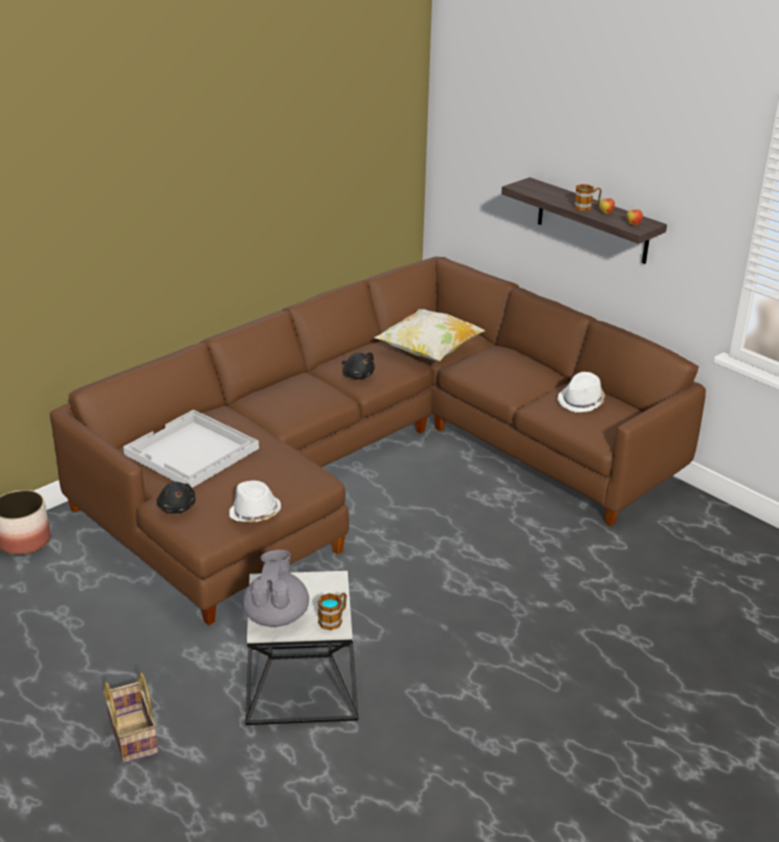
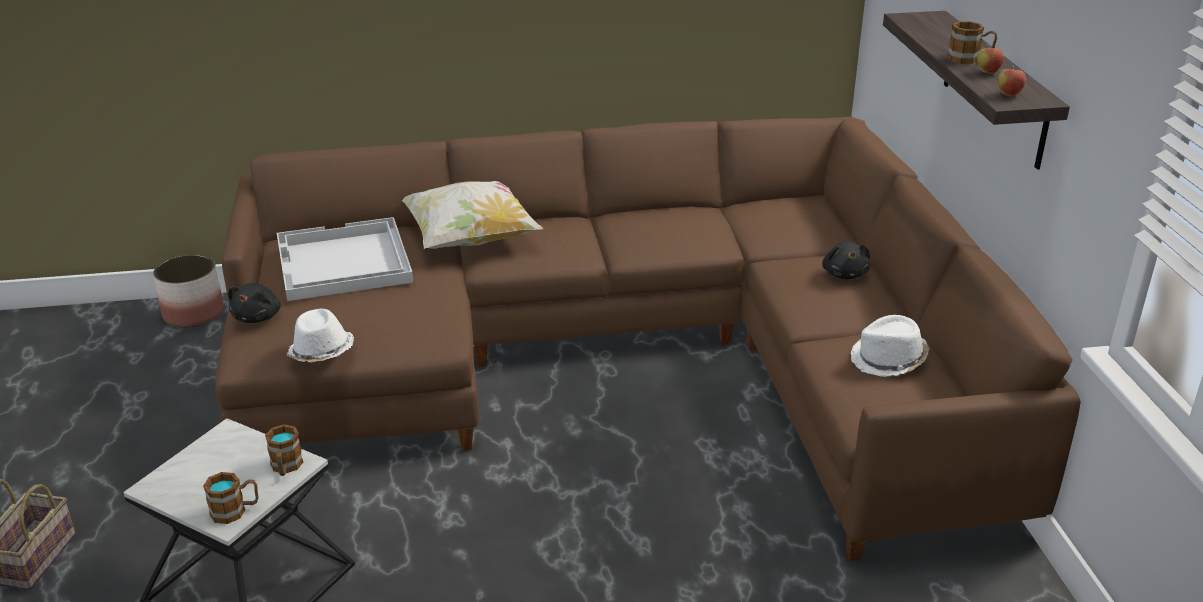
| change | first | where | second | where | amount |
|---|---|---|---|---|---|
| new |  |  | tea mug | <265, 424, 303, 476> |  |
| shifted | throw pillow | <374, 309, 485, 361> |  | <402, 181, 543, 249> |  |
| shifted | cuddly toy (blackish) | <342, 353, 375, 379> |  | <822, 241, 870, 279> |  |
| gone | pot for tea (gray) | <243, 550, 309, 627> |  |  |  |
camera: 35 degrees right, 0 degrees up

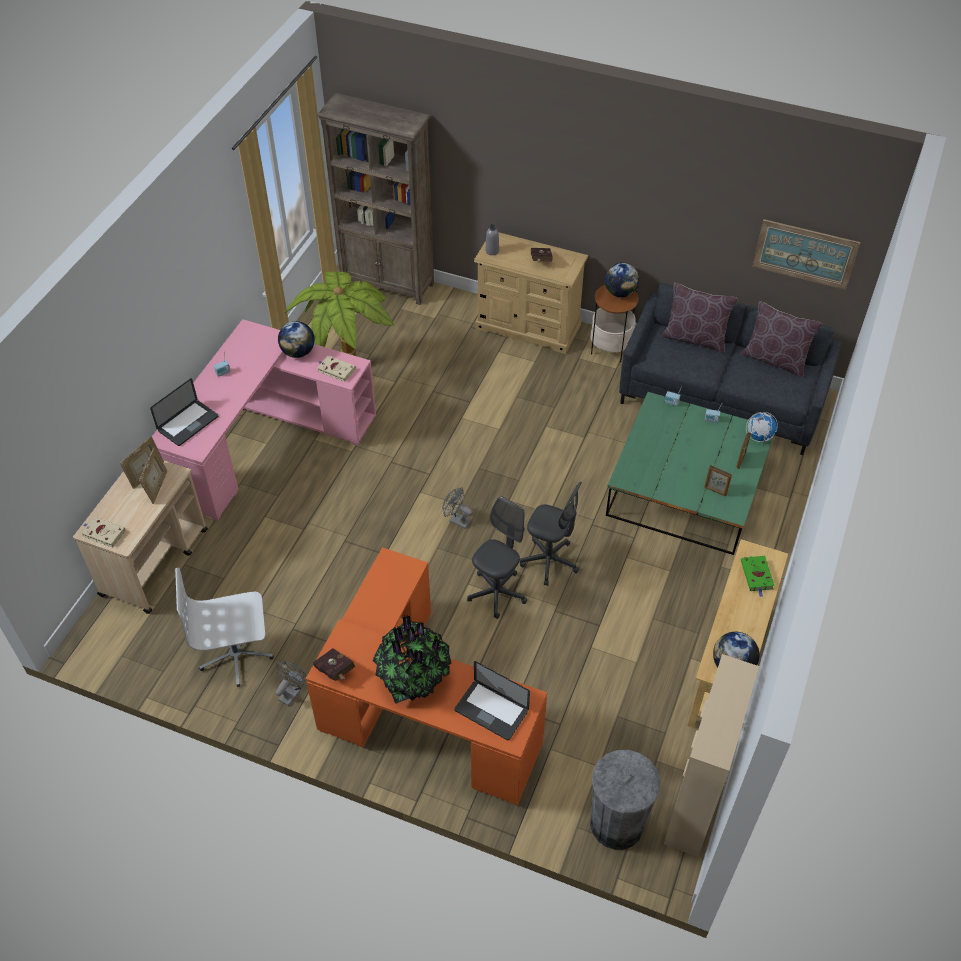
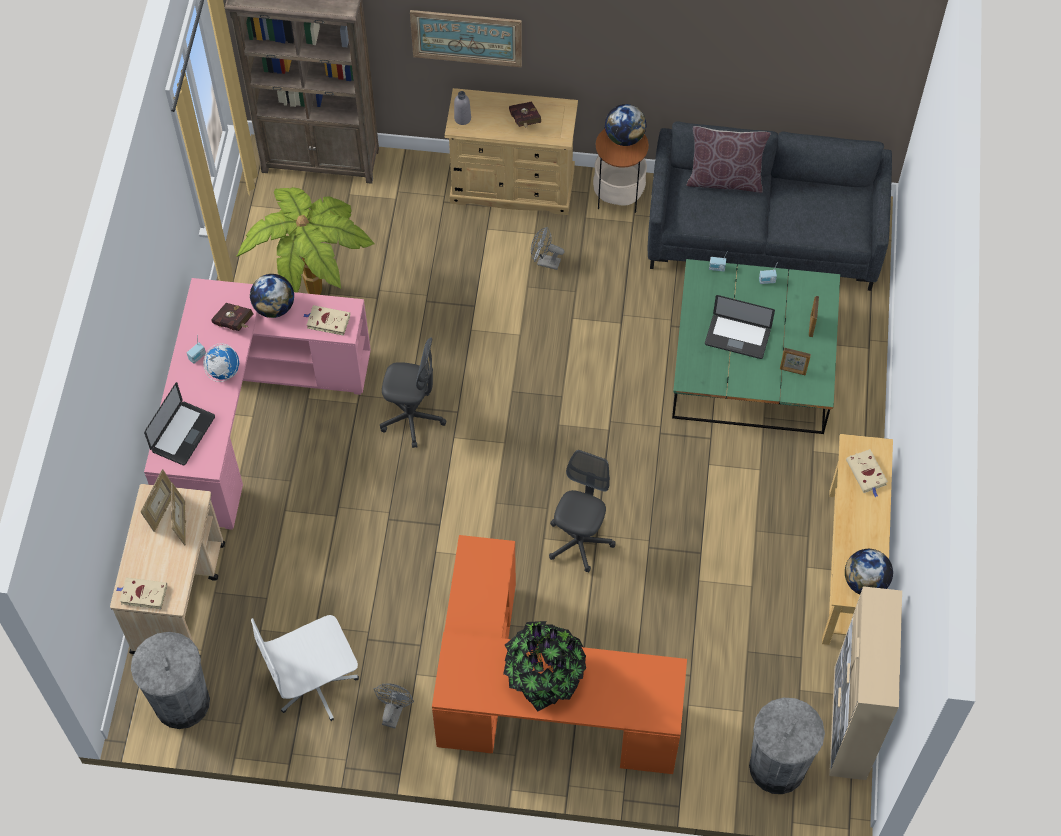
| change | first | where | second | where | amount |
|---|---|---|---|---|---|
| new |  |  | trash can (gray) | <131, 632, 210, 729> |  |
| shifted | world globe | <746, 412, 778, 442> |  | <203, 343, 239, 382> |  |
| shifted | book (red-coloured) | <313, 648, 355, 681> |  | <211, 303, 253, 331> |  |
| shifted | computer chair (gray) | <520, 482, 582, 586> |  | <380, 337, 446, 448> |  |
| shifted | wall picture | <752, 219, 861, 290> |  | <410, 10, 522, 67> |  |
| shifted | cooling fan (gray) | <442, 488, 473, 529> |  | <531, 227, 565, 270> |  |
| shifted | laptop | <455, 661, 530, 740> |  | <705, 295, 775, 359> |  |
| repainted | book (greenish) | <741, 556, 775, 597> | book (beige-coloured) | <846, 449, 888, 497> |  |
| gone | throw pillow (brownish) | <742, 301, 822, 378> |  |  |  |
camera: 15 degrees left, 10 degrees up

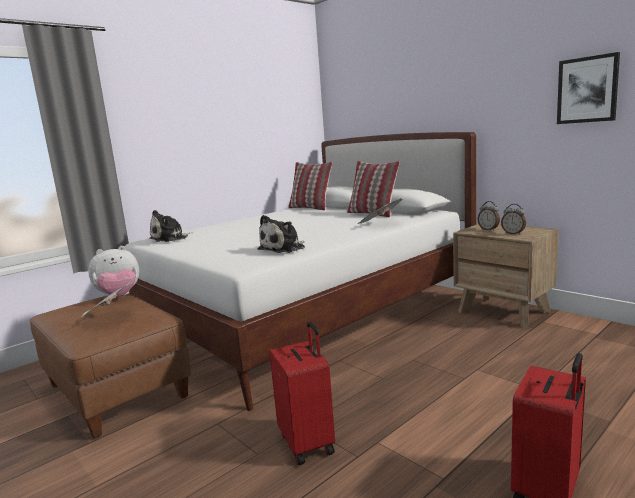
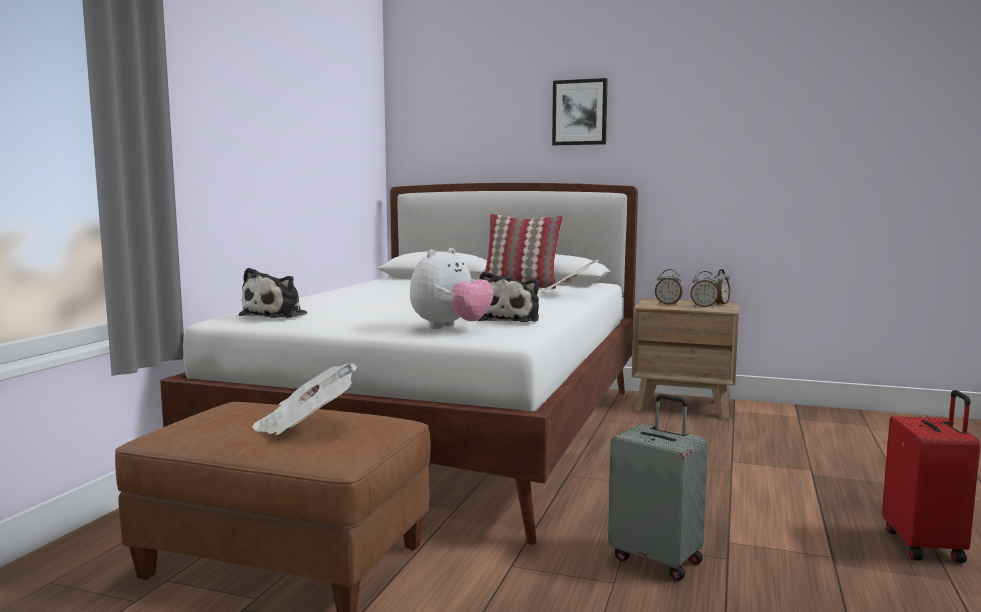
| change | first | where | second | where | amount |
|---|---|---|---|---|---|
| shifted | cuddly toy | <88, 246, 139, 297> |  | <410, 248, 494, 329> |  |
| shifted | wall picture | <557, 52, 620, 124> |  | <552, 78, 608, 145> |  |
| repainted | suitcase (red-coloured) | <269, 321, 335, 465> | suitcase (gray) | <608, 394, 708, 581> |  |
| new |  |  | table clock | <715, 269, 730, 305> |  |
| gone | throw pillow | <288, 162, 332, 210> |  |  |  |
camera: 30 degrees left, 5 degrees down

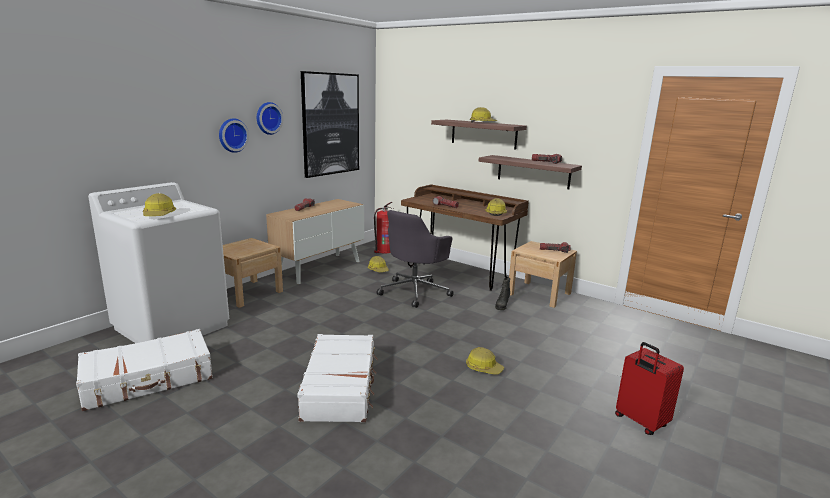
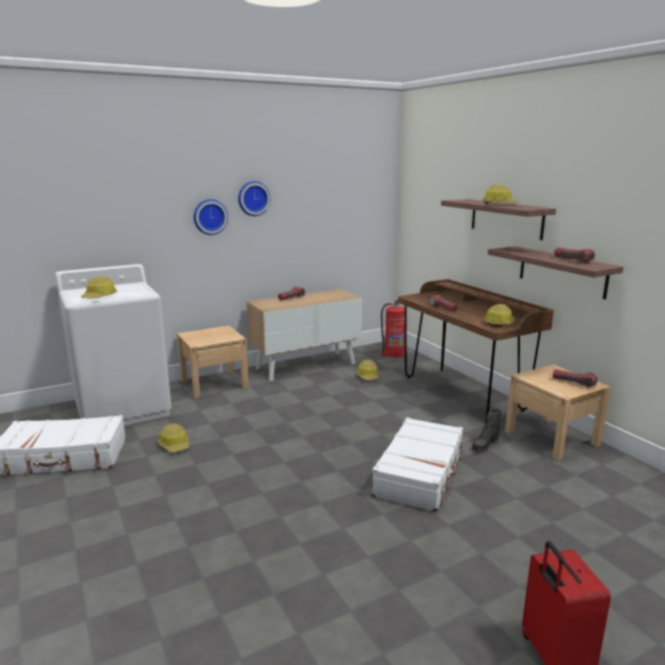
| change | first | where | second | where | amount |
|---|---|---|---|---|---|
| shifted | safety helmet | <466, 347, 504, 375> |  | <158, 423, 189, 452> |  |
| shifted | suitcase (white-coloured) | <297, 334, 377, 422> |  | <372, 417, 465, 512> |  |
| gone | wall picture | <301, 71, 359, 178> |  |  |  |
| gone | computer chair (gray) | <377, 210, 454, 308> |  |  |  |
camera: 25 degrees right, 0 degrees up

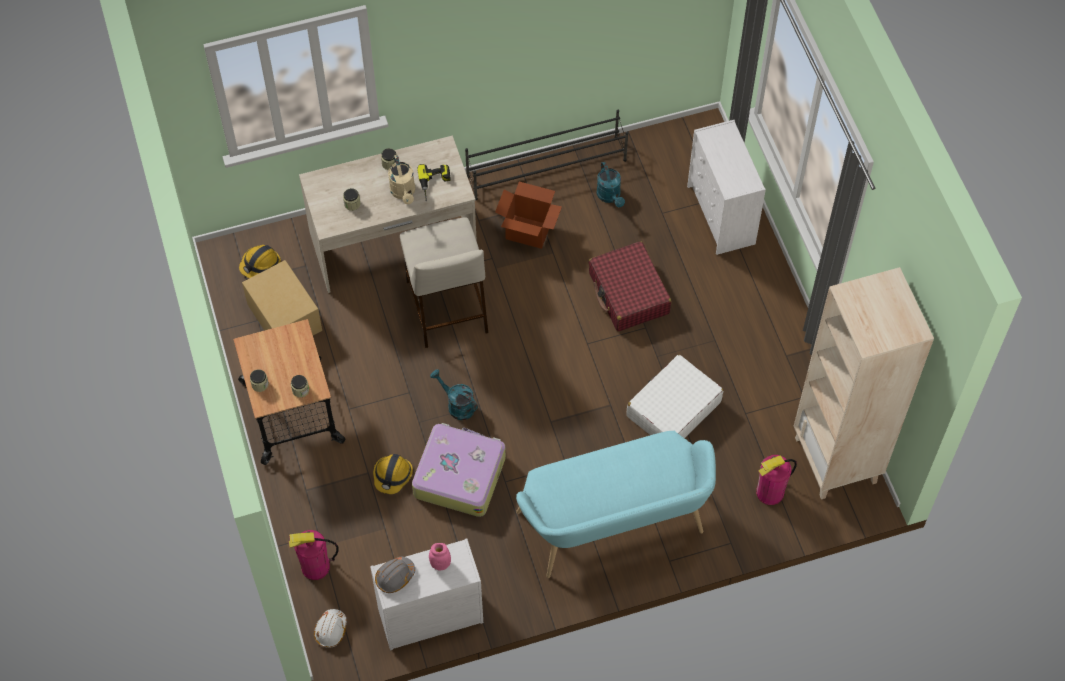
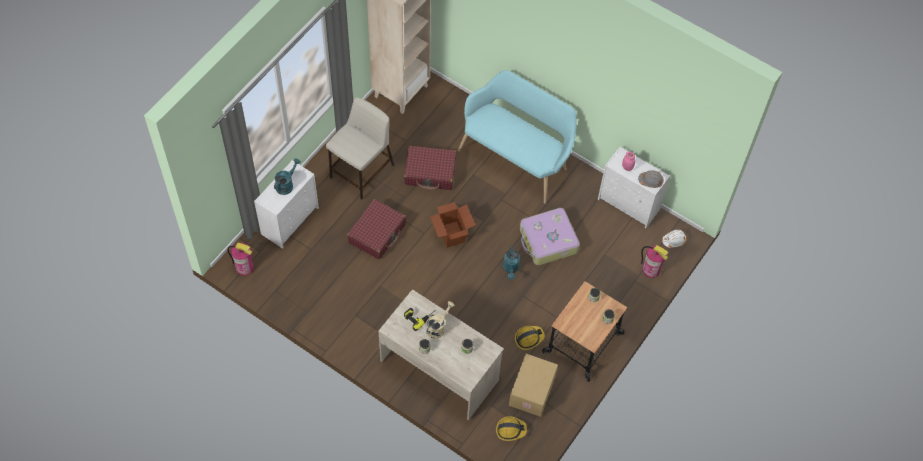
| change | first | where | second | where | amount |
|---|---|---|---|---|---|
| shifted | extinguisher | <756, 455, 797, 505> |  | <227, 243, 254, 276> |  |
| shifted | watering can (turquoise) | <596, 162, 625, 207> |  | <274, 158, 301, 195> |  |
| shifted | stool seat (beige-coloured) | <400, 217, 488, 348> |  | <326, 97, 394, 199> |  |
| repainted | suitcase (white-coloured) | <626, 355, 723, 438> | suitcase (red-coloured) | <404, 146, 456, 190> |  |
| shifted | packing box | <495, 182, 562, 249> |  | <430, 202, 475, 248> |  |
| shifted | safety helmet | <373, 454, 413, 494> |  | <515, 326, 545, 350> |  |
| gone | shoe shelf (blackish) | <465, 110, 628, 200> |  |  |  |
camera: 130 degrees left, 0 degrees up

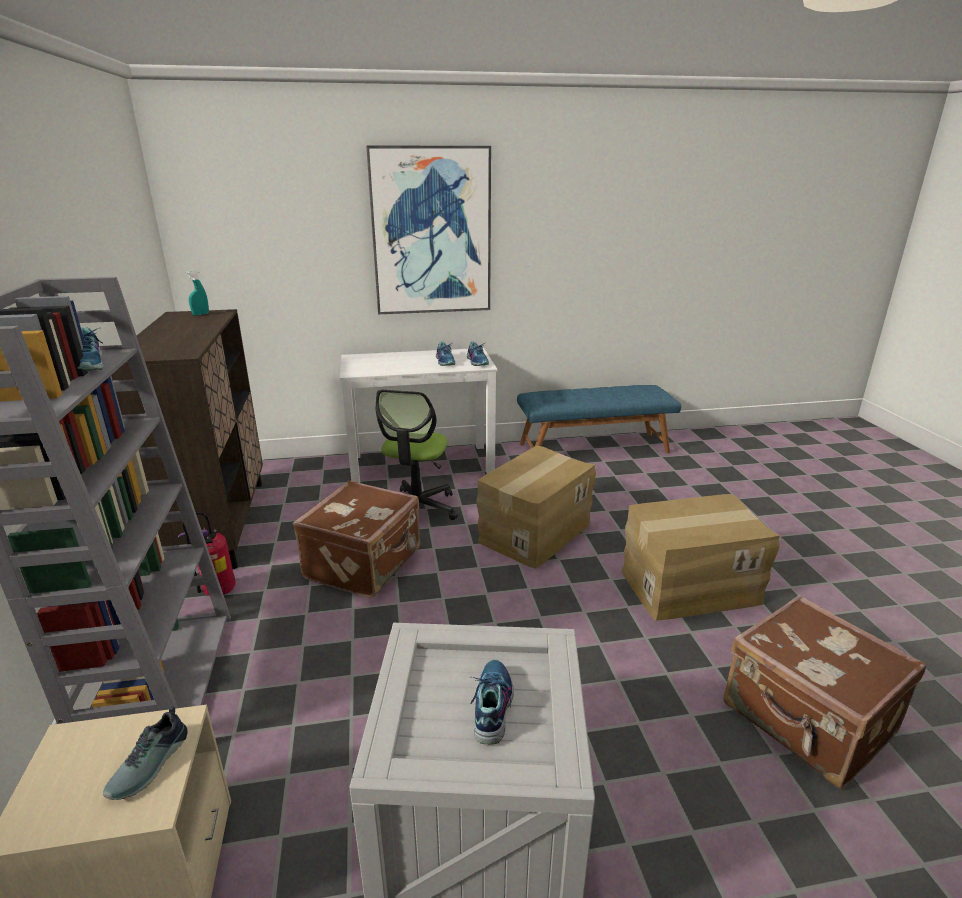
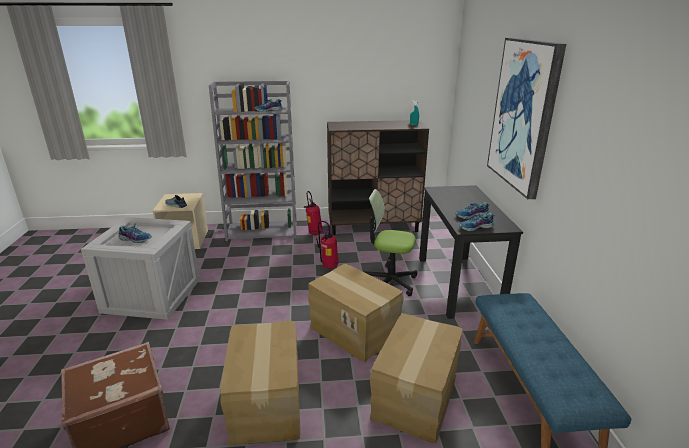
| change | first | where | second | where | amount |
|---|---|---|---|---|---|
| swapped | suitcase (brownish) | <293, 480, 420, 598> | extinguisher | <316, 221, 339, 269> |  |
| new |  |  | packing box | <370, 313, 462, 444> |  |
| repainted | desk unit (white-coloured) | <340, 348, 498, 483> | desk unit (blackish) | <419, 185, 523, 319> |  |
camera: 95 degrees right, 0 degrees up

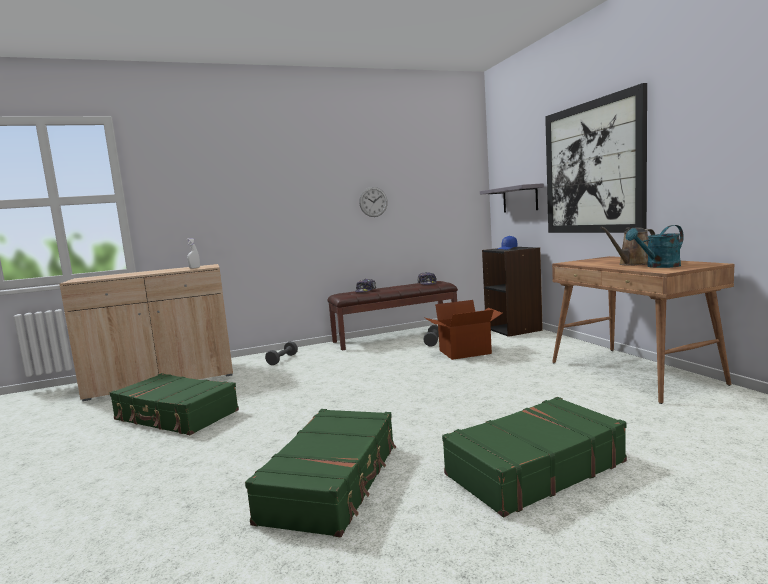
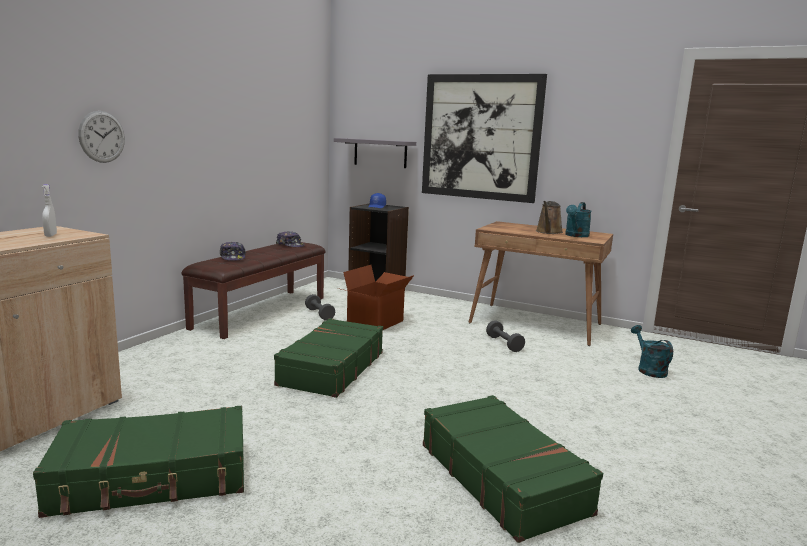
| change | first | where | second | where | amount |
|---|---|---|---|---|---|
| shifted | hanging clock | <359, 187, 388, 217> |  | <78, 111, 125, 163> |  |
| shifted | suitcase (greenish) | <442, 397, 627, 517> |  | <274, 318, 383, 398> |  |
| shifted | dumbbell (gray) | <265, 341, 298, 365> |  | <486, 320, 525, 352> |  |
| new |  |  | watering can (turquoise) | <631, 325, 673, 378> |  |
camera: 45 degrees left, 5 degrees up

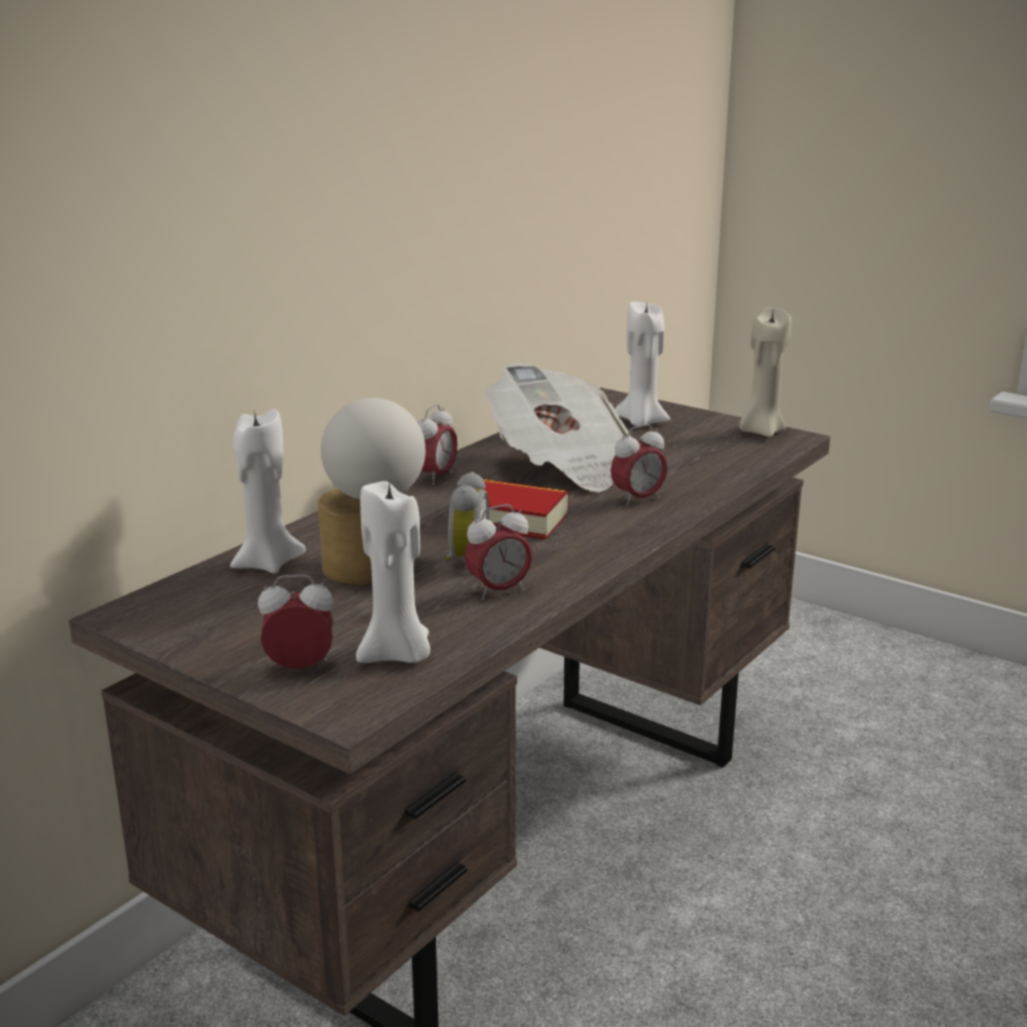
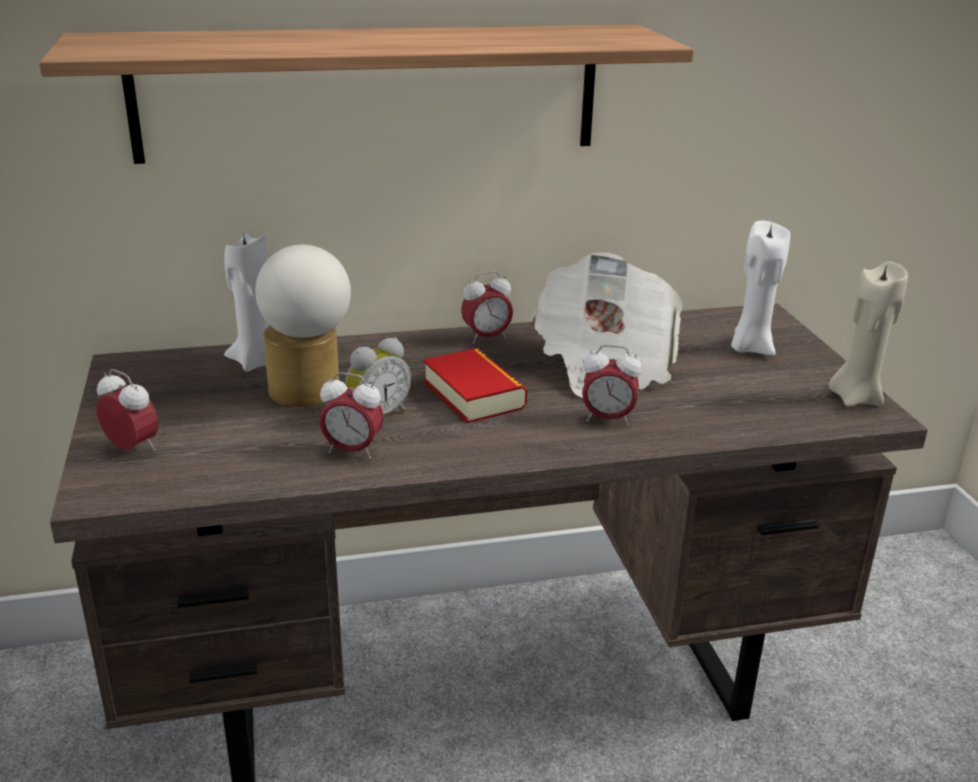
| change | first | where | second | where | amount |
|---|---|---|---|---|---|
| new |  |  | wall shelf | <39, 25, 694, 164> |  |
| gone | wax candle (white-coloured) | <356, 481, 430, 663> |  |  |  |
camera: 40 degrees right, 5 degrees up

